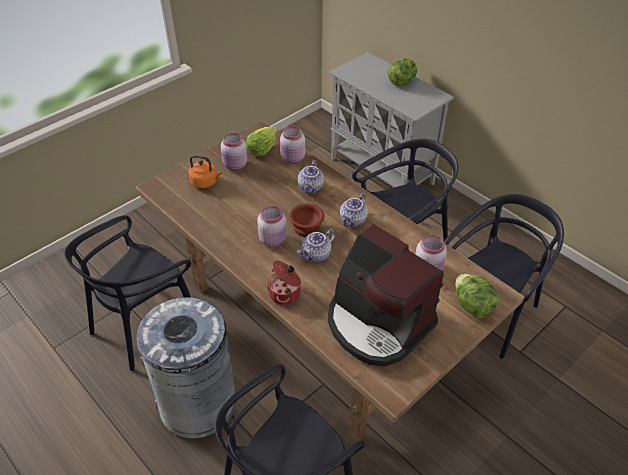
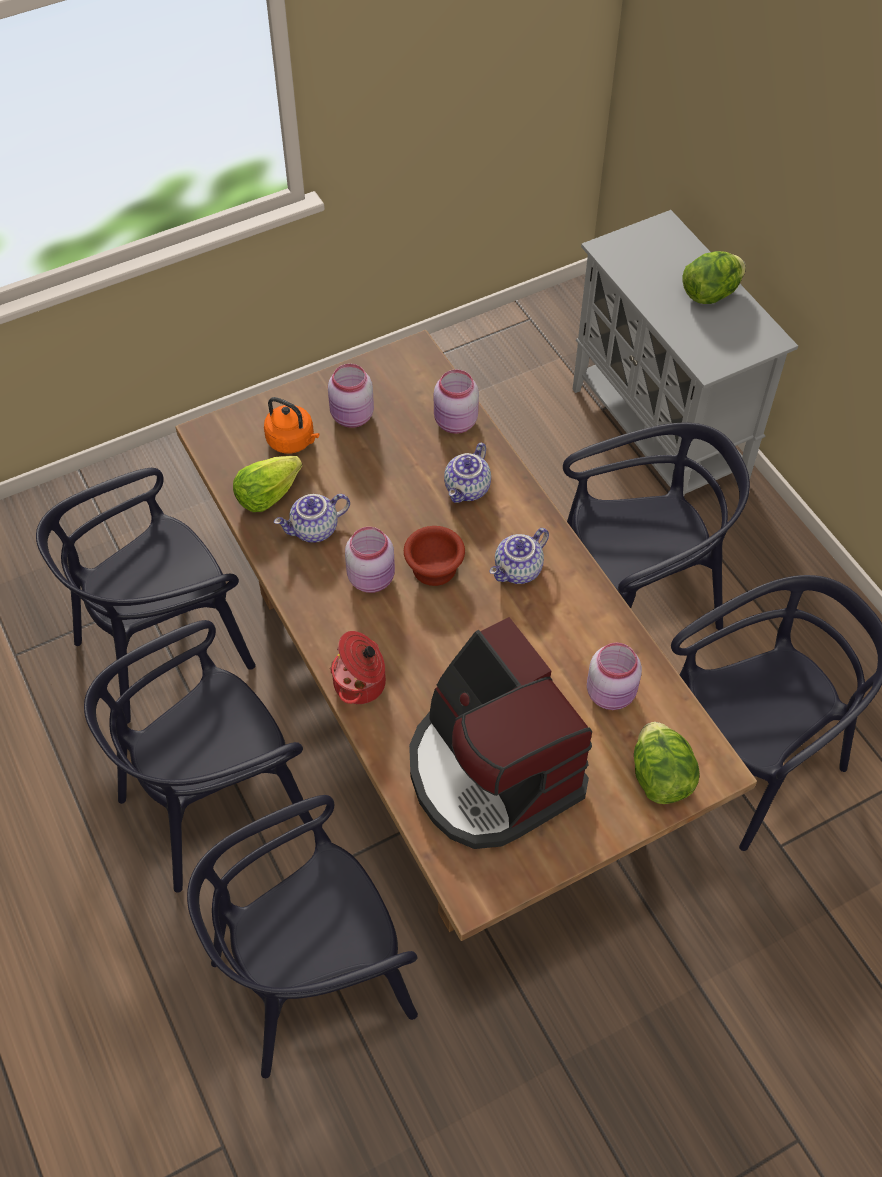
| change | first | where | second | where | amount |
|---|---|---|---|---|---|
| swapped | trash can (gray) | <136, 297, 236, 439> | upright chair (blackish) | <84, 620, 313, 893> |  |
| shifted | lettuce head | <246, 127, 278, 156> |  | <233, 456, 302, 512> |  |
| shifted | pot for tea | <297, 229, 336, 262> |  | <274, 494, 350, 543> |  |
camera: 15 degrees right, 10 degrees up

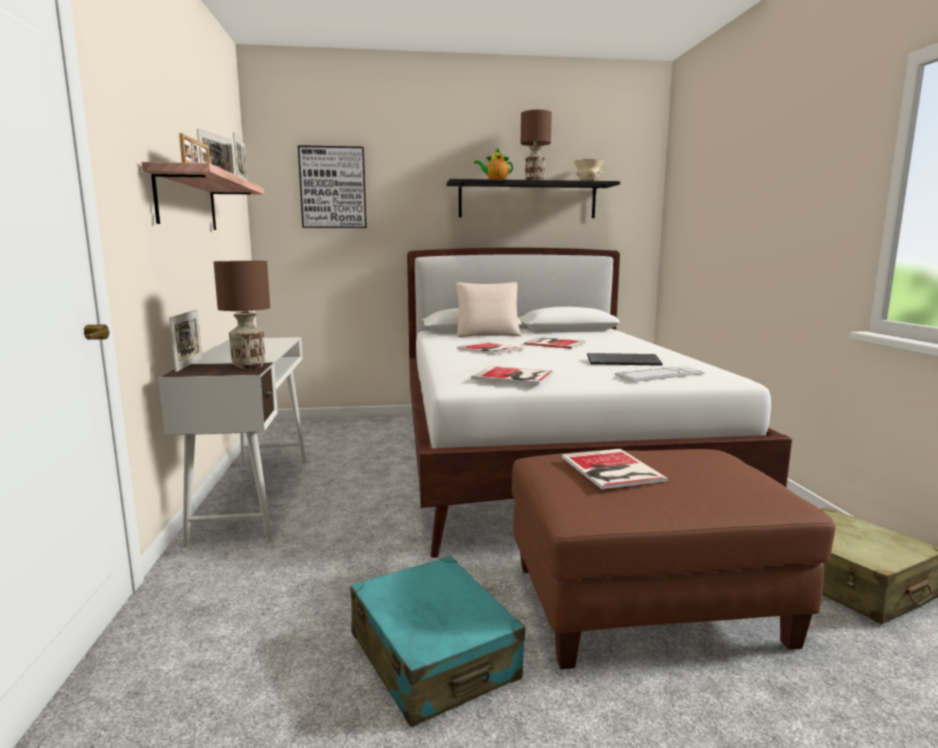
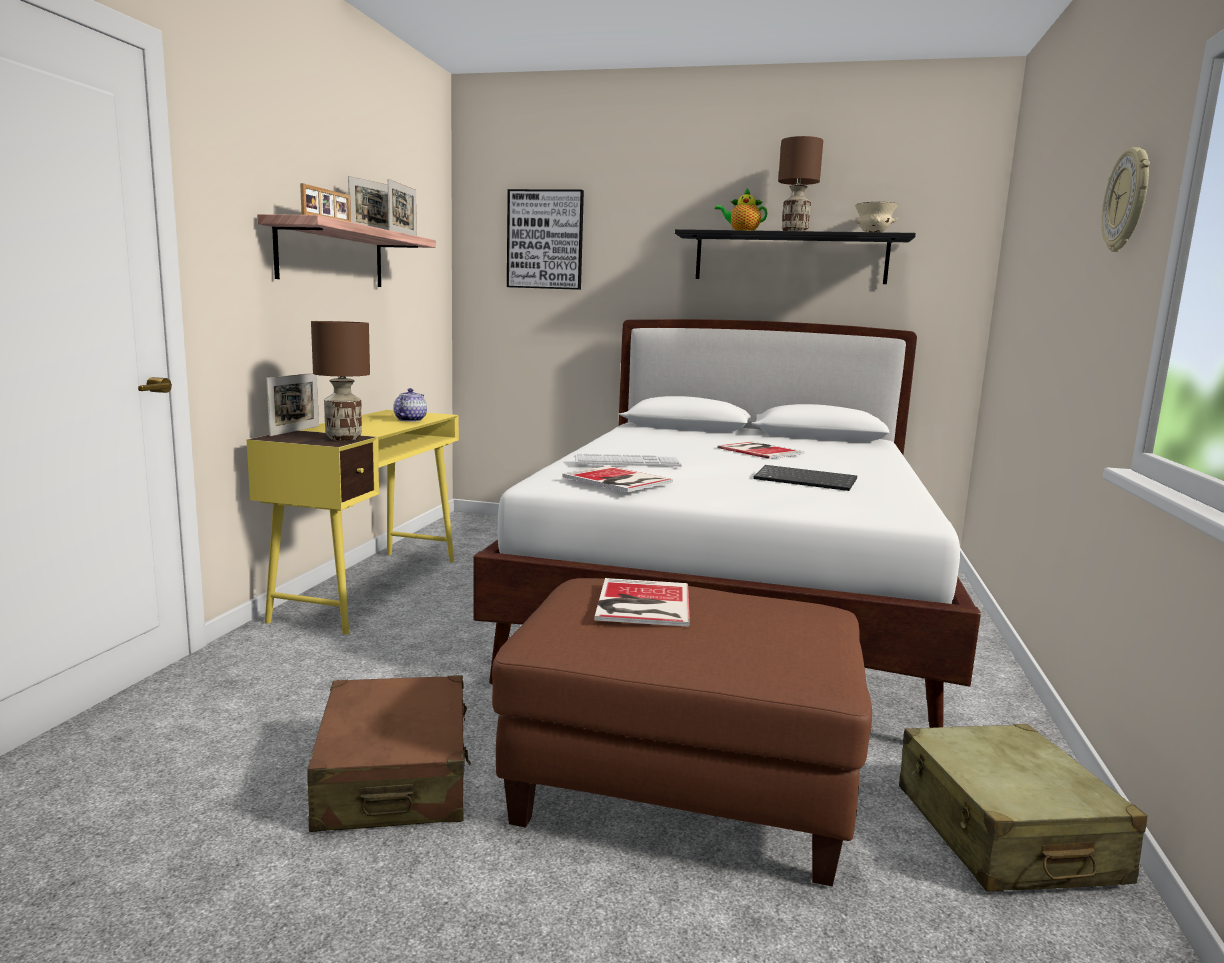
| change | first | where | second | where | amount |
|---|---|---|---|---|---|
| repainted | desk unit (white-coloured) | <158, 337, 306, 547> | desk unit (yellow-coloured) | <247, 410, 459, 635> |  |
| repainted | suitcase (turquoise) | <350, 556, 525, 727> | suitcase (brownish) | <307, 675, 471, 832> |  |
| new |  |  | pot for tea | <393, 388, 427, 422> |  |
| shifted | computer keyboard | <615, 365, 705, 382> |  | <575, 454, 682, 467> |  |
| new |  |  | hanging clock | <1101, 147, 1150, 252> |  |
| gone | throw pillow (beige-coloured) | <456, 282, 521, 337> |  |  |  |
| gone | book | <457, 342, 525, 355> |  |  |  |
camera: 20 degrees right, 0 degrees up

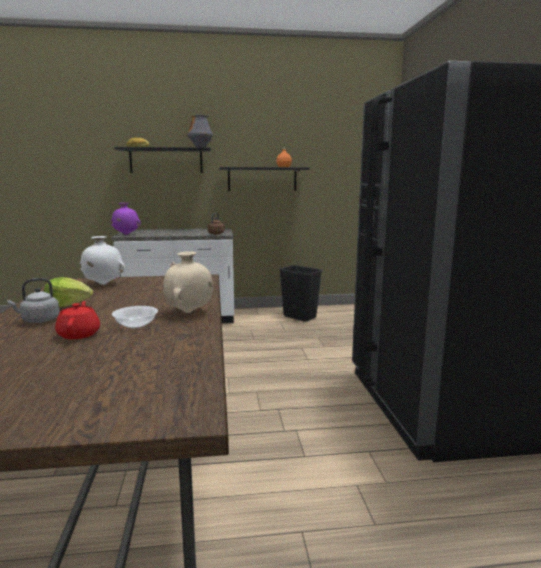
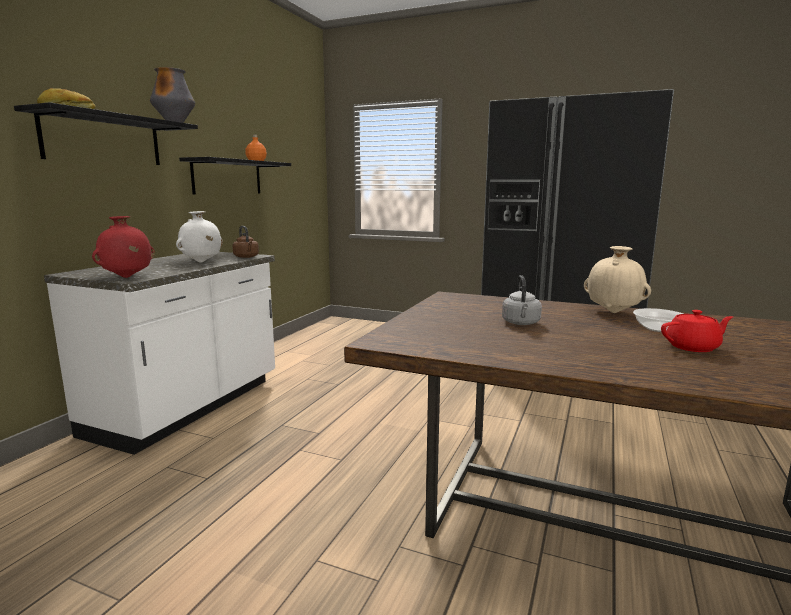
| change | first | where | second | where | amount |
|---|---|---|---|---|---|
| repainted | decorative vase (purple) | <110, 203, 141, 235> | decorative vase (red-coloured) | <92, 216, 155, 278> |  |
| shifted | decorative vase (white-coloured) | <79, 236, 125, 285> |  | <176, 211, 223, 262> |  |
| shifted | water kettle (gray) | <7, 278, 60, 323> |  | <502, 275, 542, 325> |  |
| rotated | pot for tea (red-coloured) | <55, 301, 100, 339> |  | <661, 310, 733, 352> | 150 degrees clockwise |
| gone | lettuce head | <44, 277, 93, 307> |  |  |  |
| gone | trash can (blackish) | <279, 265, 322, 321> |  |  |  |
camera: 60 degrees left, 0 degrees up

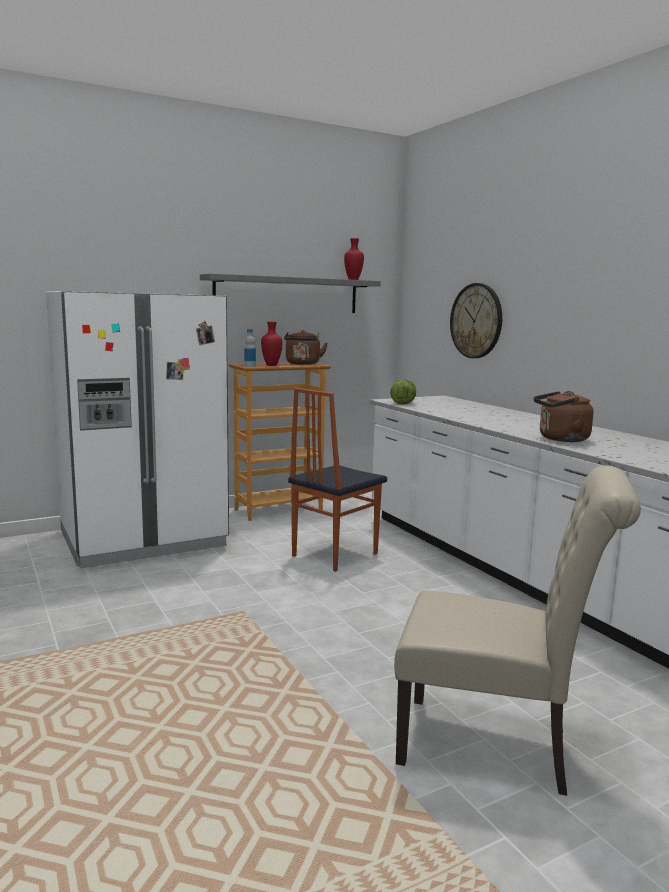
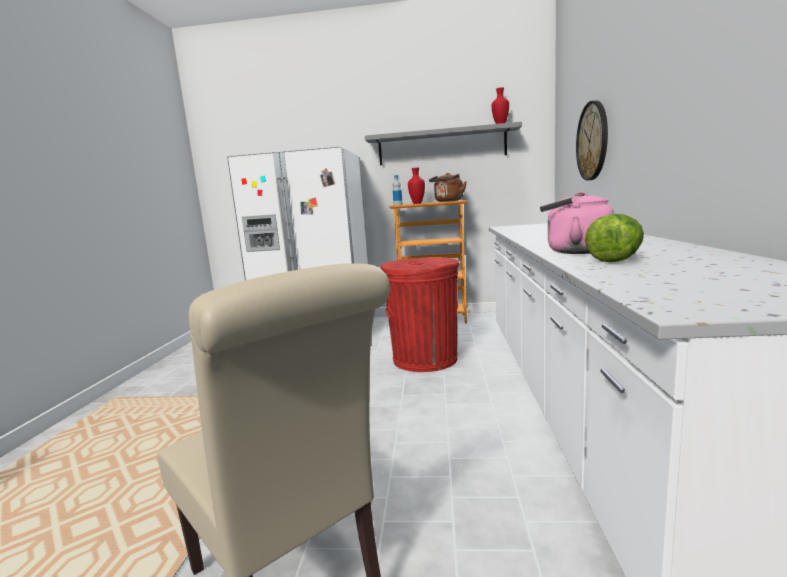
| change | first | where | second | where | amount |
|---|---|---|---|---|---|
| swapped | upright chair | <288, 388, 387, 572> | trash can (red-coloured) | <381, 257, 460, 372> |  |
| repainted | water kettle (brownish) | <533, 391, 594, 442> | water kettle (pinkish) | <540, 191, 614, 254> |  |
| shifted | lettuce head | <390, 379, 416, 405> |  | <585, 214, 644, 263> |  |
camera: 35 degrees right, 0 degrees up

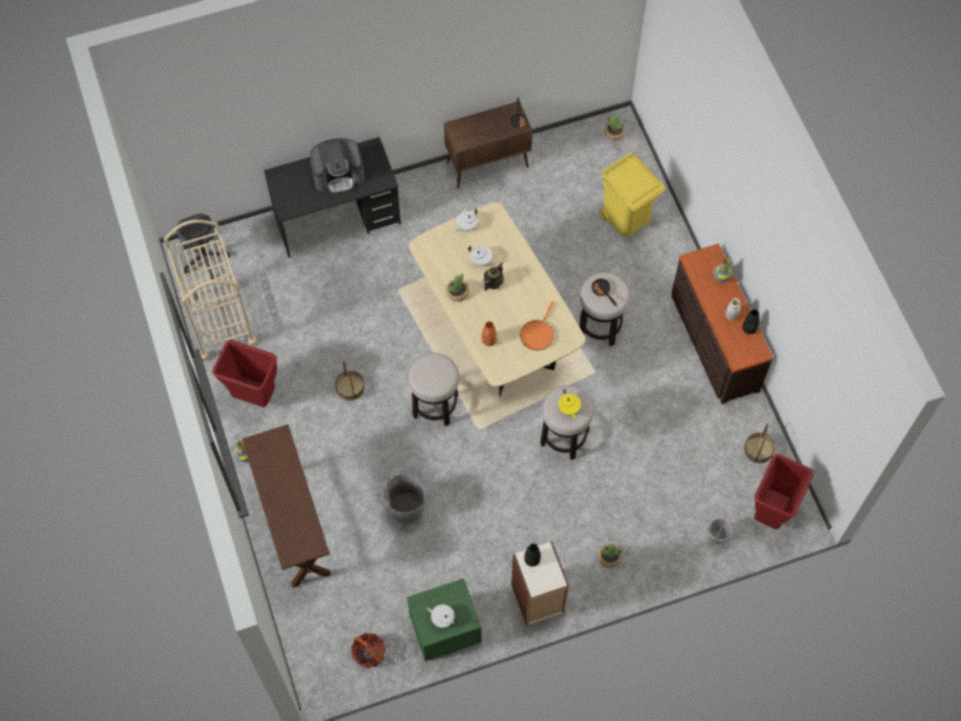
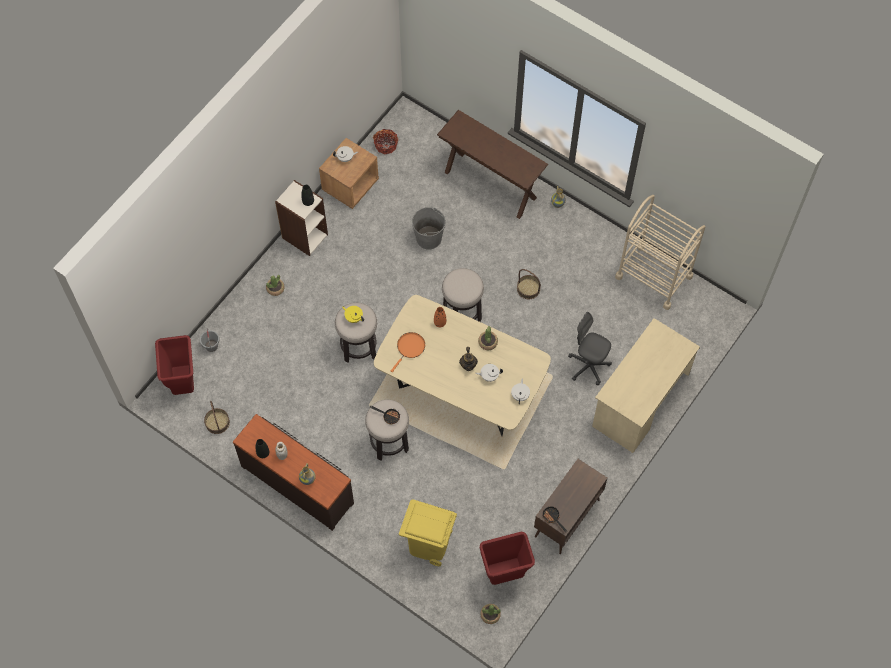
| change | first | where | second | where | amount |
|---|---|---|---|---|---|
| repainted | nightstand (greenish) | <407, 578, 482, 661> | nightstand (brownish) | <319, 138, 379, 209> |  |
| rotated | pan (orange) | <520, 301, 554, 351> |  | <391, 332, 425, 372> | 45 degrees clockwise |
| shifted | trash can (red-coloured) | <213, 340, 277, 407> |  | <480, 532, 535, 585> |  |
| shifted | computer chair (gray) | <177, 214, 231, 279> |  | <568, 312, 612, 385> |  |
| repainted | desk unit (blackish) | <264, 137, 401, 258> | desk unit (beige-coloured) | <592, 318, 700, 453> |  |
| gone | coffee maker | <310, 138, 365, 194> |  |  |  |
camera: 145 degrees right, 0 degrees up

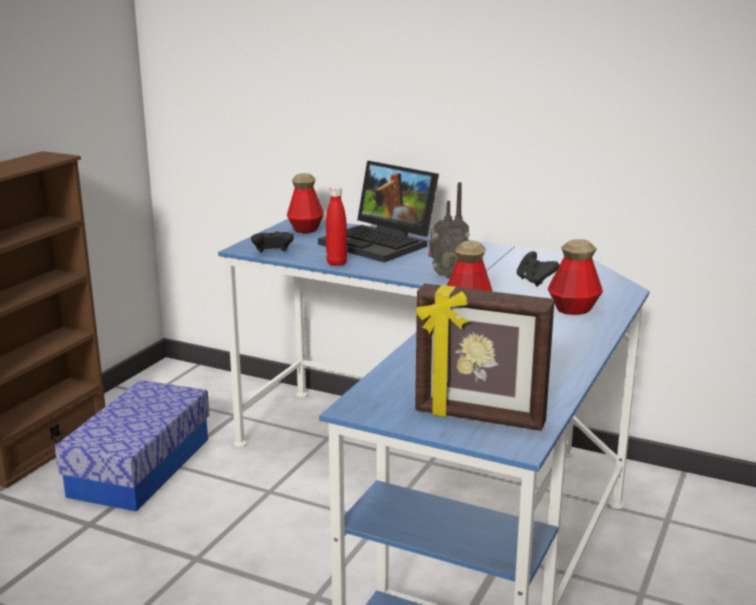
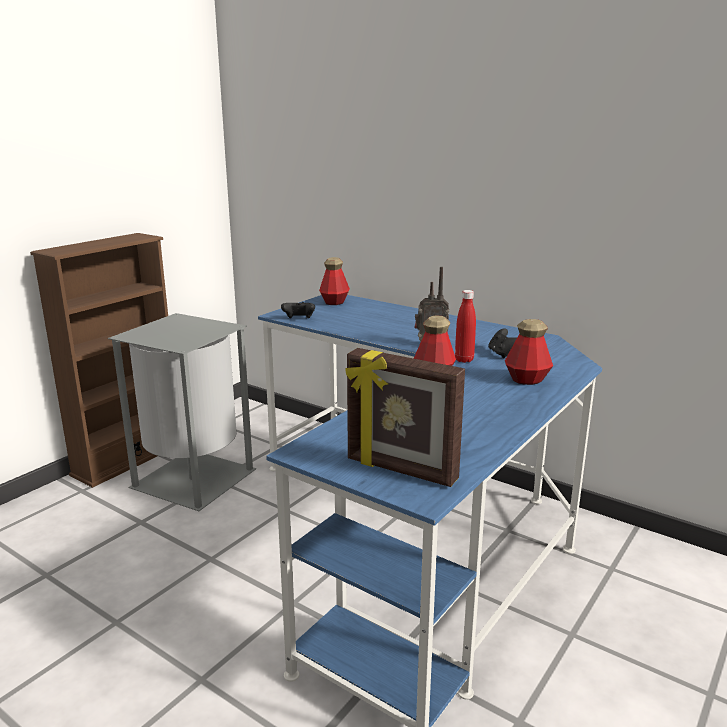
| change | first | where | second | where | amount |
|---|---|---|---|---|---|
| swapped | storage container | <55, 380, 209, 512> | trash can (gray) | <108, 313, 256, 511> |  |
| shifted | drink bottle (red-coloured) | <326, 187, 347, 266> |  | <455, 290, 476, 363> |  |
| gone | laptop | <318, 161, 439, 262> |  |  |  |
camera: 10 degrees right, 0 degrees up

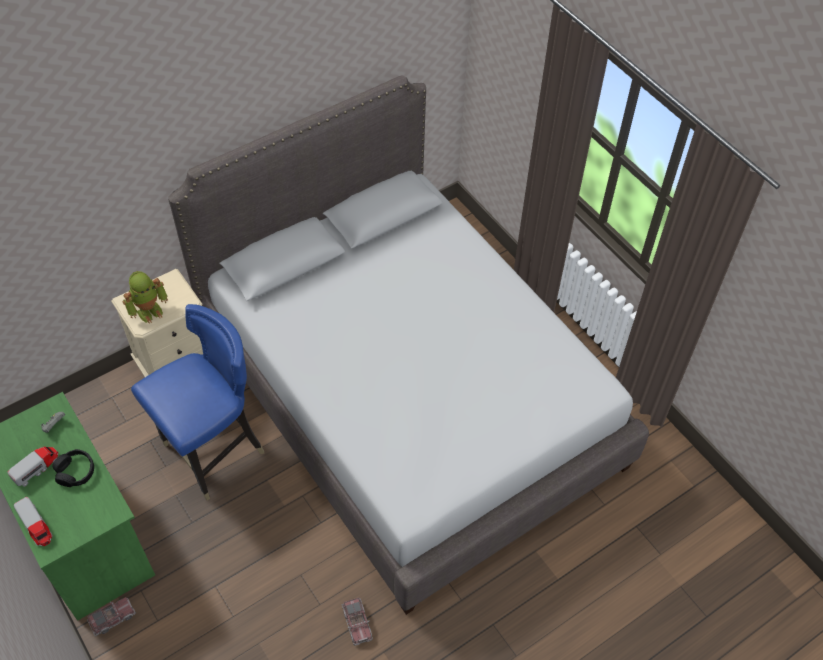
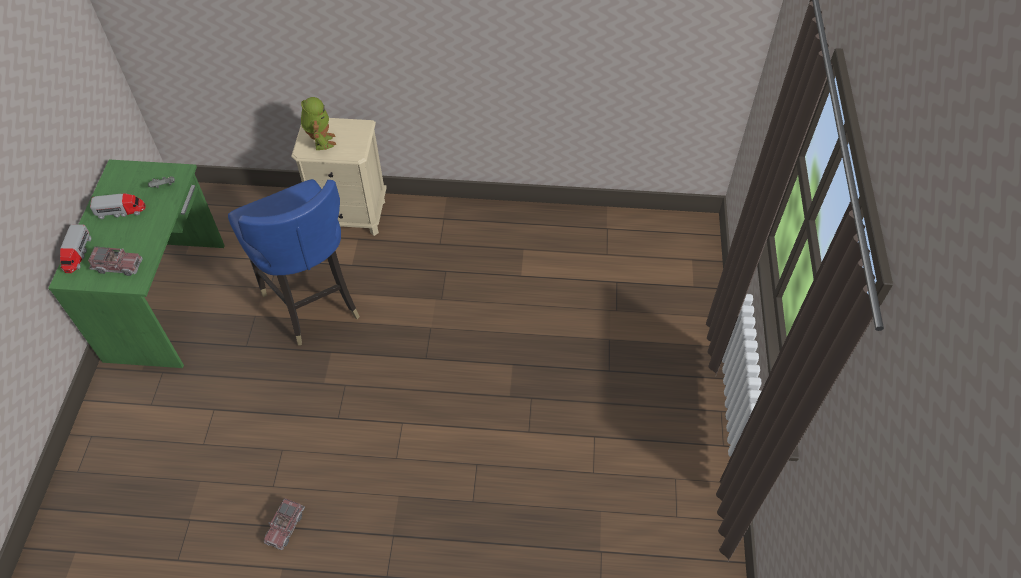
| change | first | where | second | where | amount |
|---|---|---|---|---|---|
| shifted | toy lorry | <87, 597, 136, 636> |  | <88, 247, 143, 276> |  |
| rotated | upright chair (bluish) | <131, 304, 264, 501> |  | <228, 179, 360, 345> | 60 degrees clockwise |
| rotated | robot figure | <122, 271, 168, 324> |  | <301, 97, 336, 150> | 105 degrees counterclockwise |
| gone | pair of headphones (blackish) | <52, 449, 94, 487> |  |  |  |
| gone | sleeping bed (gray) | <168, 76, 649, 615> |  |  |  |
camera: 40 degrees right, 0 degrees up

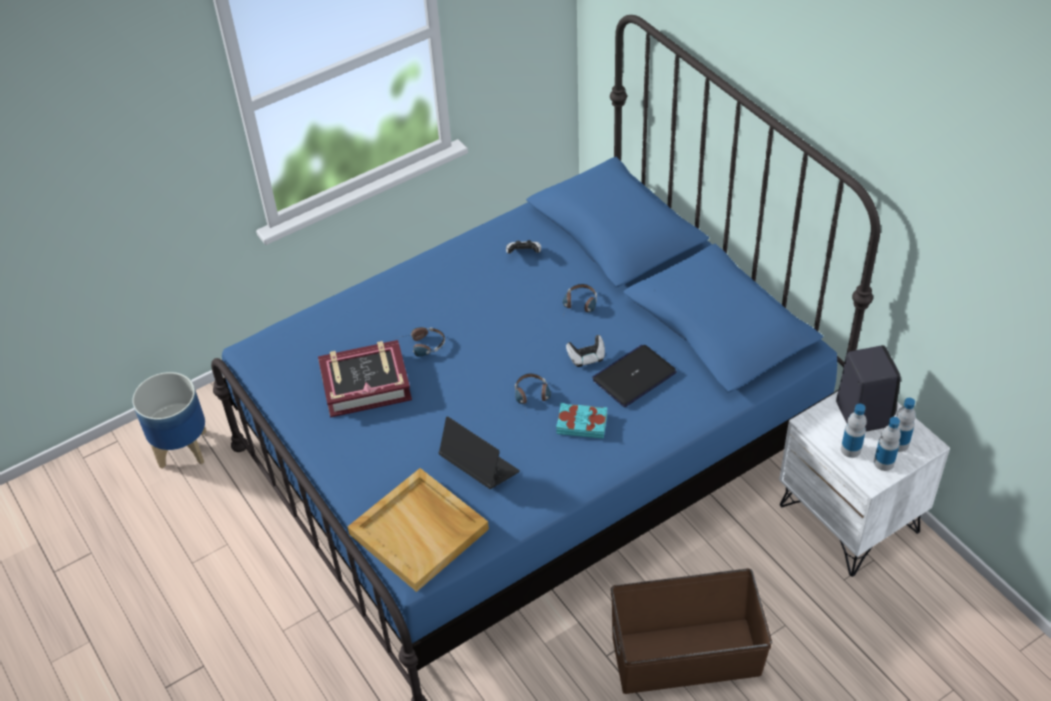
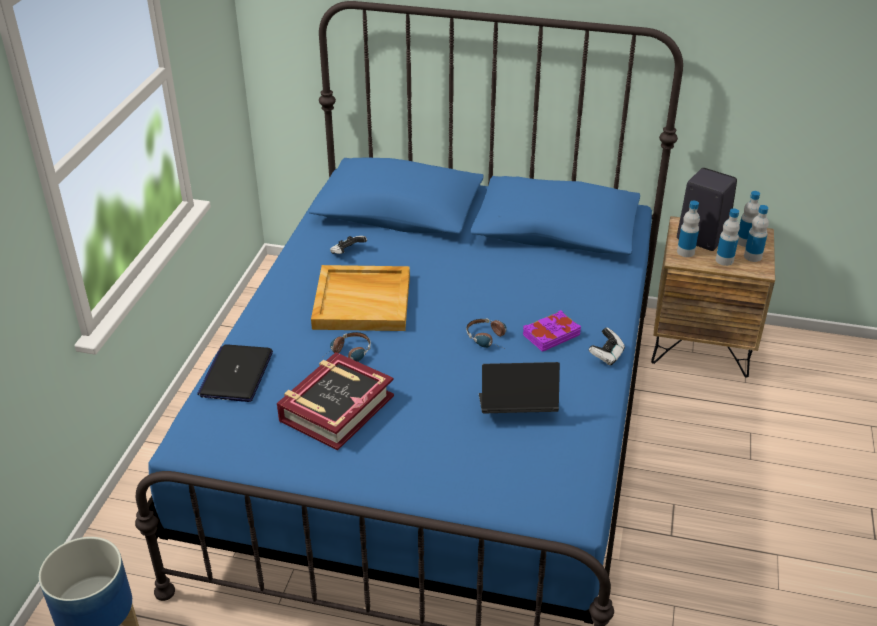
| change | first | where | second | where | amount |
|---|---|---|---|---|---|
| shifted | laptop | <592, 345, 677, 407> |  | <197, 344, 273, 402> |  |
| shifted | tray (beige-coloured) | <347, 468, 489, 592> |  | <311, 265, 410, 331> |  |
| repainted | book (turquoise) | <556, 403, 607, 439> | book (purple) | <523, 310, 581, 352> |  |
| shifted | gamepad | <566, 335, 605, 367> |  | <589, 327, 625, 366> |  |
| repainted | nightstand (white-coloured) | <779, 391, 950, 577> | nightstand (brownish) | <651, 216, 775, 378> |  |
| new |  |  | drink bottle | <677, 201, 700, 257> |  |
| gone | pair of headphones | <562, 284, 597, 316> |  |  |  |
| gone | storage container (brownish) | <611, 569, 772, 694> |  |  |  |
camera: 45 degrees left, 10 degrees down

